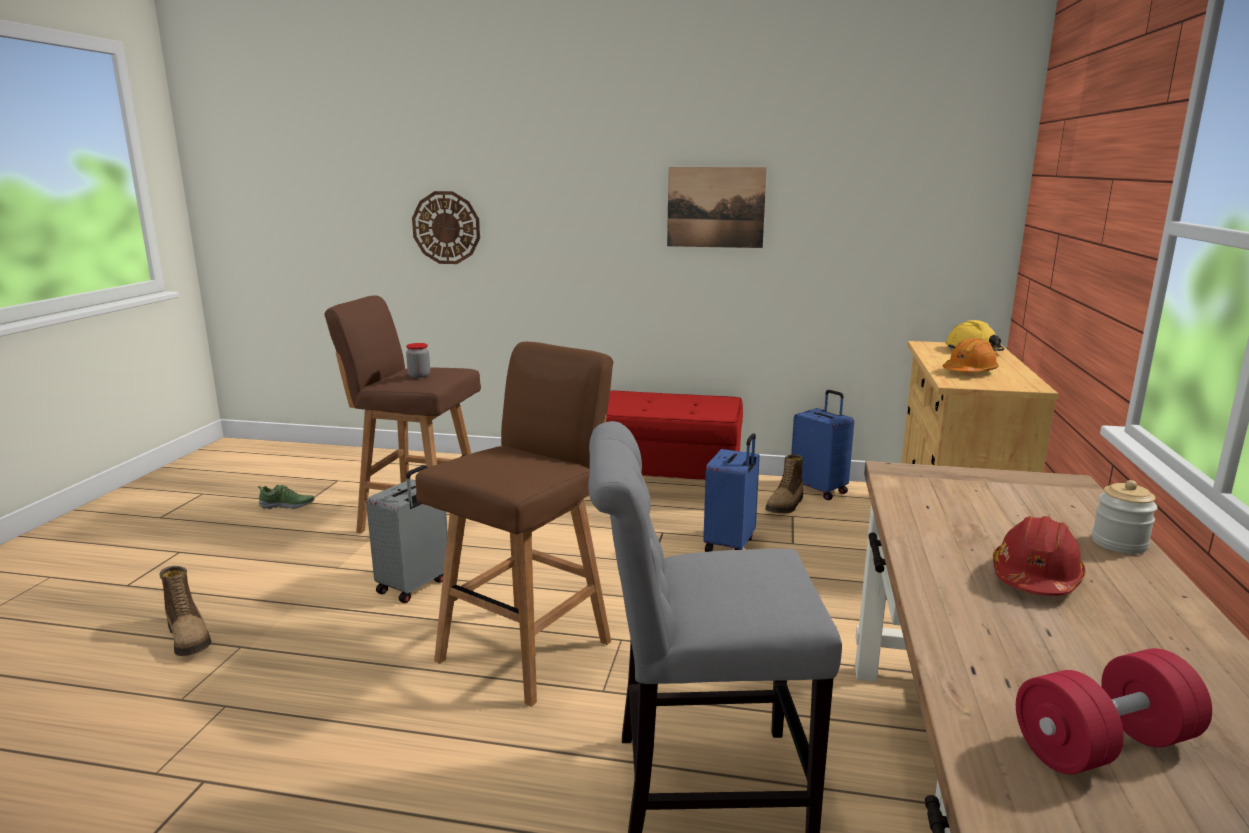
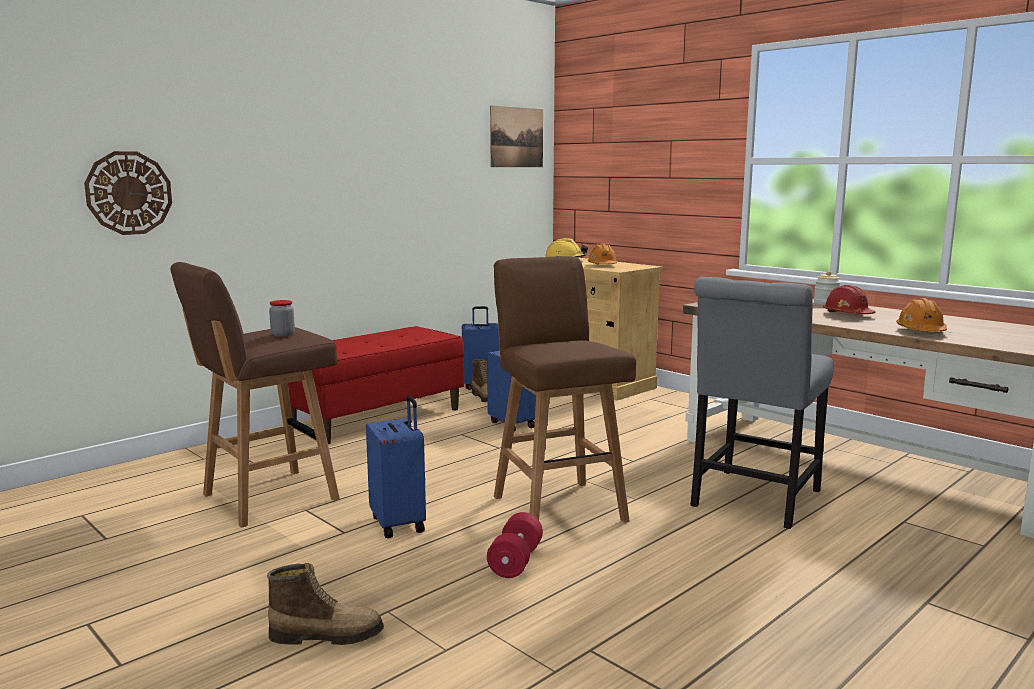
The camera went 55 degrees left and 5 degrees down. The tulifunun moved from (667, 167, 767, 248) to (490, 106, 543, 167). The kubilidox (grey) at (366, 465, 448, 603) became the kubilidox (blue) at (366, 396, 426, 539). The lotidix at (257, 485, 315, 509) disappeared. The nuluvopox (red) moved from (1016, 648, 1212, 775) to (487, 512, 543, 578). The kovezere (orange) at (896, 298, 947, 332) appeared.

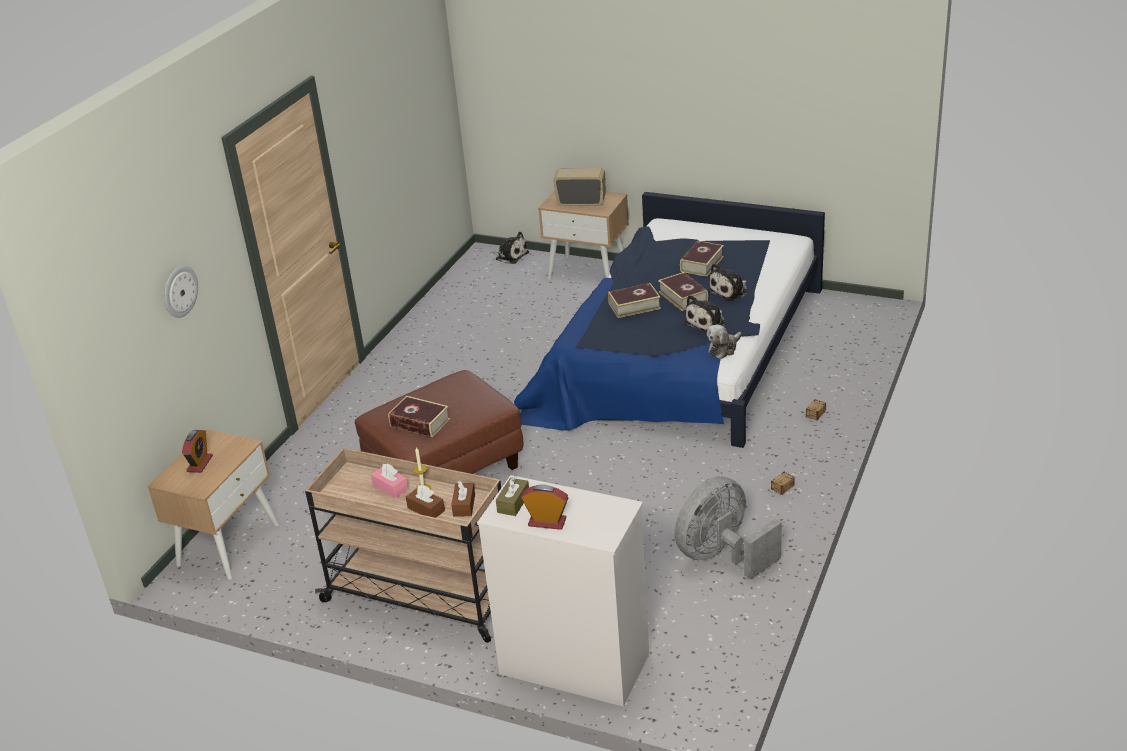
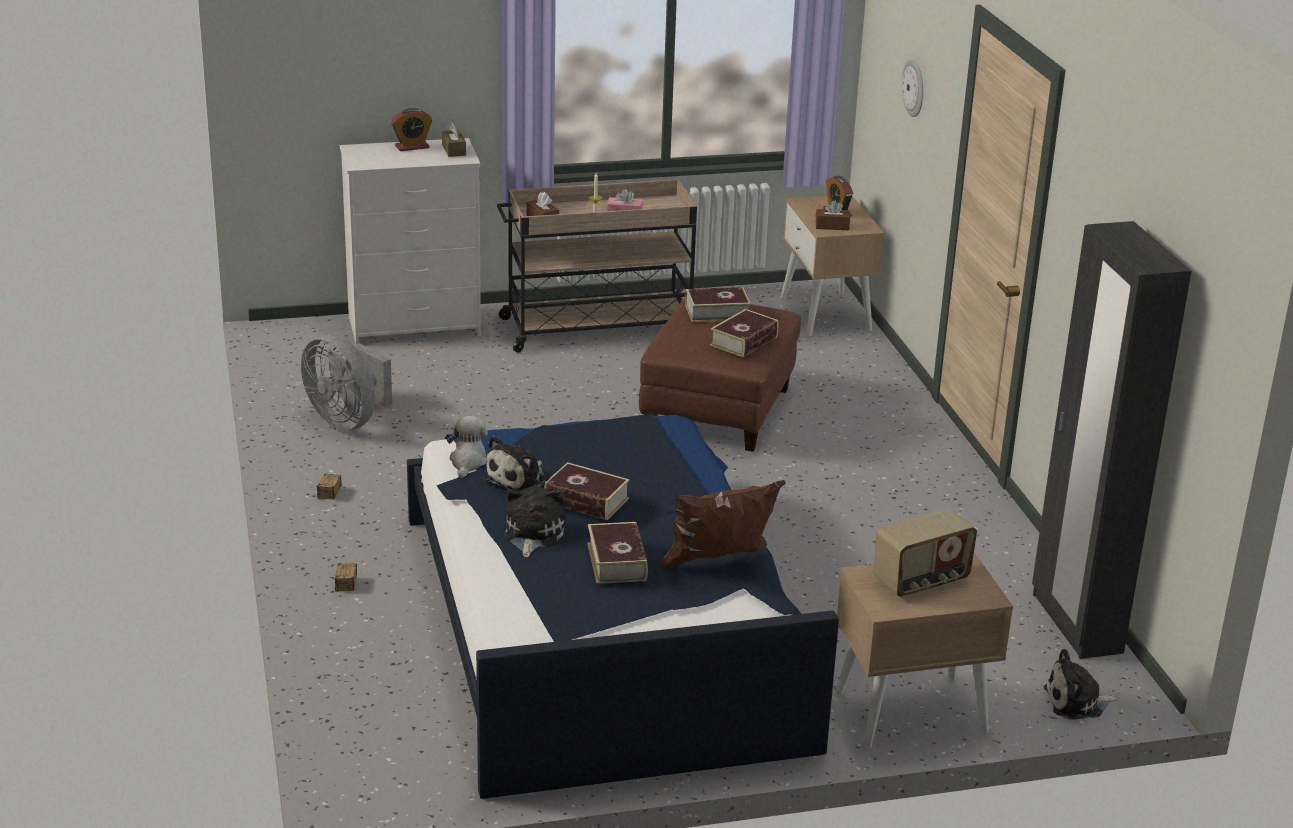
The camera went 140 degrees right and 5 degrees down. The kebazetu moved from (608, 283, 661, 318) to (710, 309, 778, 357). The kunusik at (684, 295, 726, 333) turned 150 degrees counterclockwise. The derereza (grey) at (675, 476, 782, 579) turned 120 degrees clockwise. The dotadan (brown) moved from (406, 485, 445, 518) to (816, 200, 850, 230). The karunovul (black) at (1032, 221, 1192, 659) appeared. The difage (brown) at (659, 480, 786, 568) appeared.

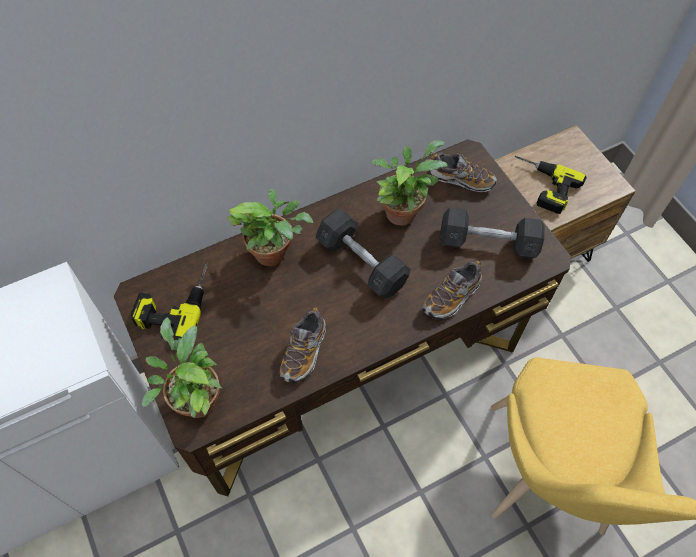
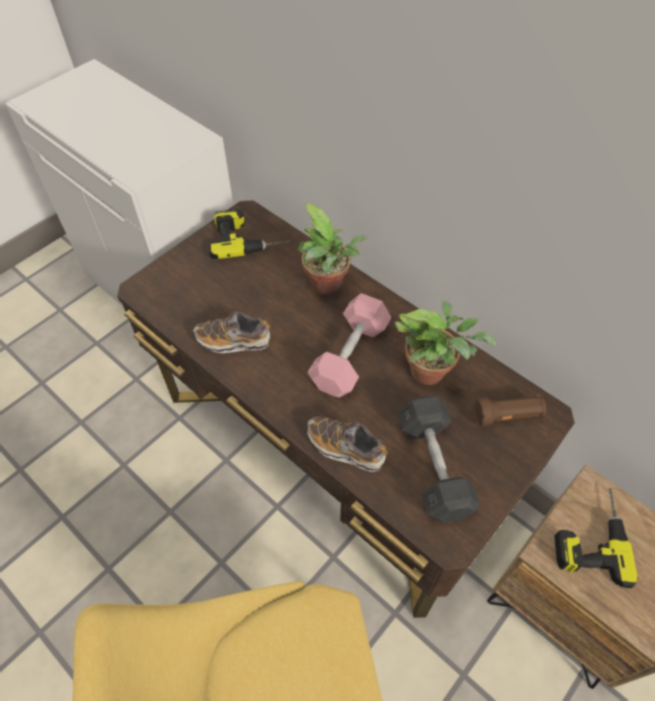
The camera went 70 degrees right and 5 degrees down. The lotidix at (430, 152, 497, 192) was replaced by the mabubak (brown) at (474, 394, 546, 426). The nuluvopox (grey) at (315, 209, 411, 298) became the nuluvopox (pink) at (307, 293, 392, 397). The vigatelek at (142, 317, 223, 418) disappeared.

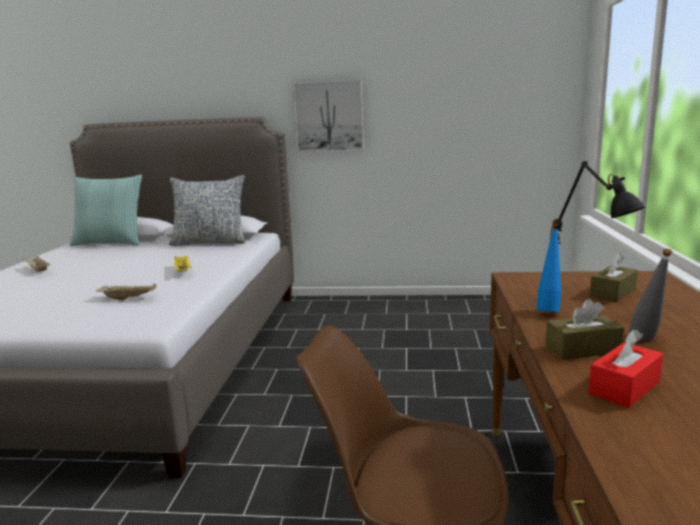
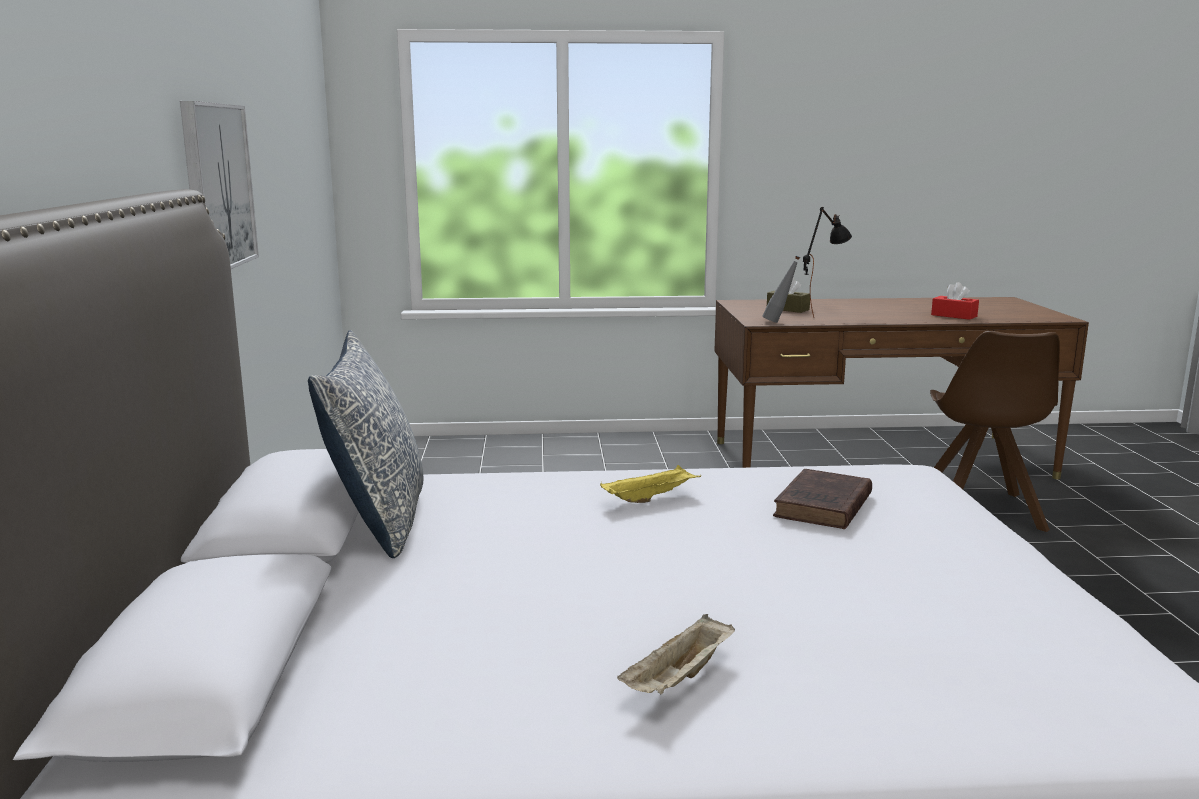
The camera went 100 degrees left and 0 degrees up. The difage at (70, 175, 142, 246) disappeared. The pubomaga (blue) at (537, 222, 561, 312) disappeared. The pubomaga (grey) moved from (629, 249, 672, 341) to (762, 256, 800, 323). The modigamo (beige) at (96, 283, 156, 300) was replaced by the kebazetu (brown) at (773, 469, 872, 529). The dotadan (brown) at (545, 299, 624, 360) disappeared.

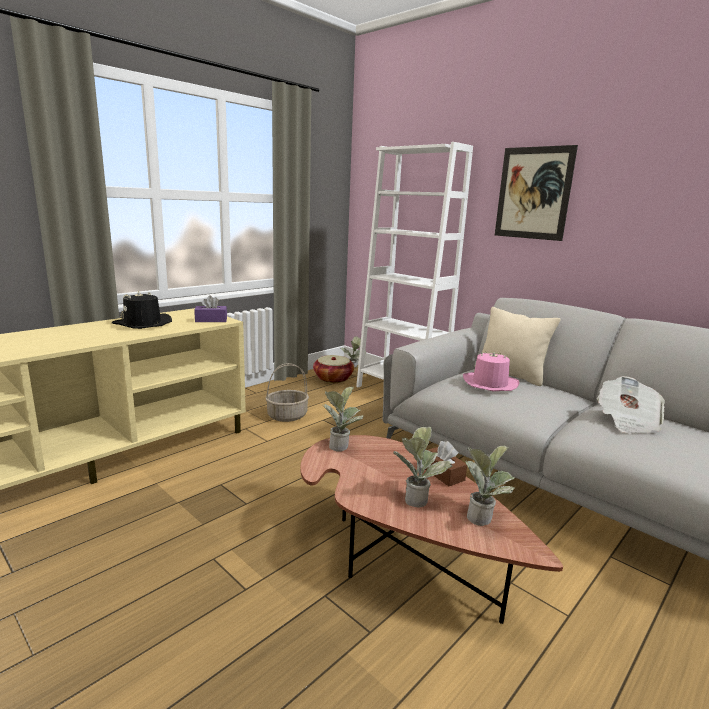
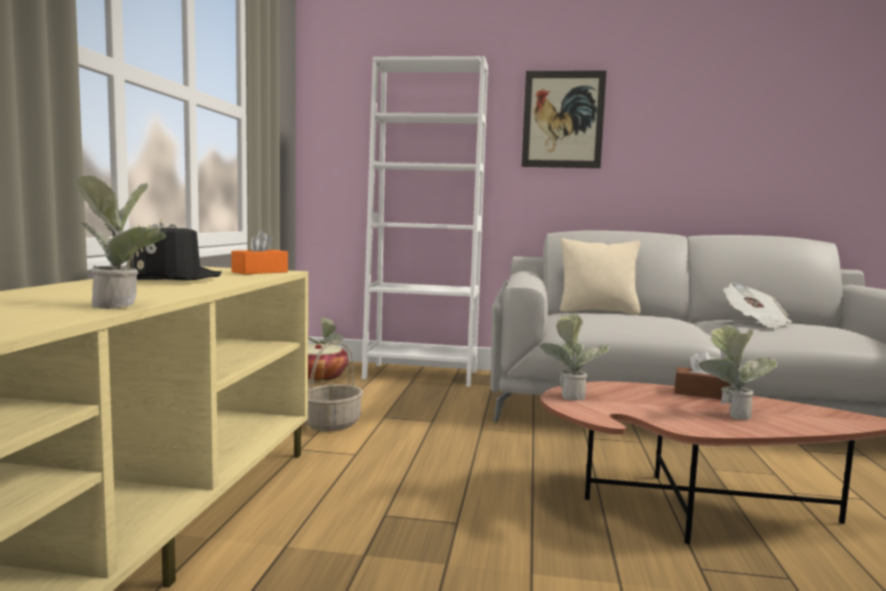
The camera went 35 degrees left and 10 degrees down. The dotadan (purple) at (194, 295, 227, 322) became the dotadan (orange) at (231, 231, 288, 274). The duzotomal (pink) at (463, 351, 520, 391) disappeared. The vigatelek moved from (466, 445, 515, 526) to (74, 175, 166, 309).

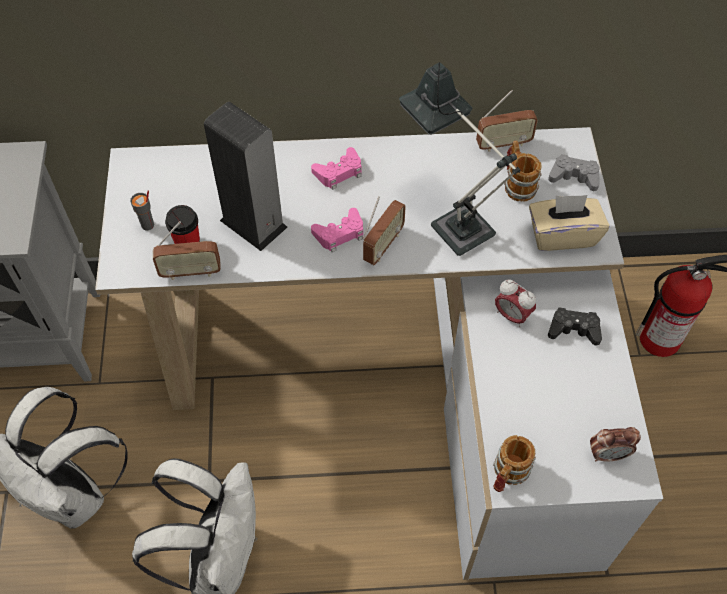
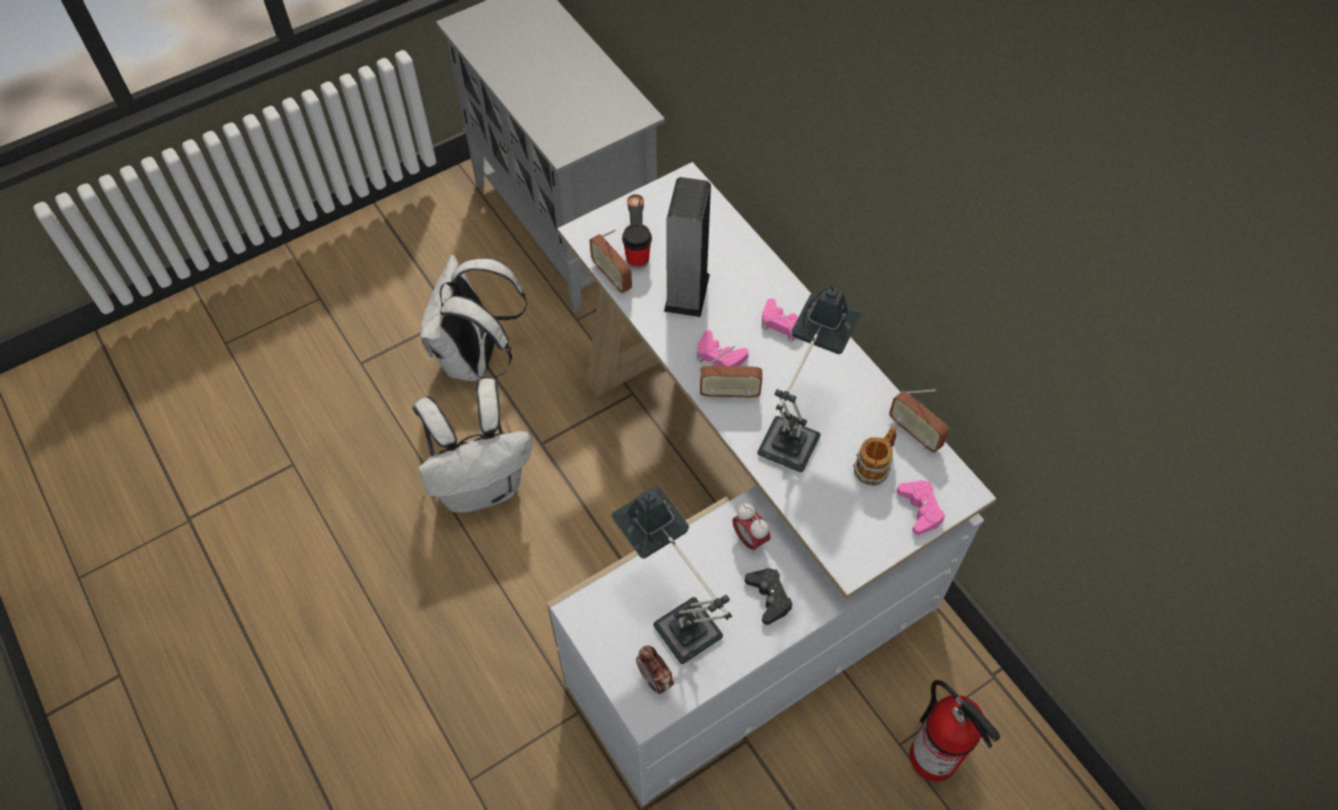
The camera went 60 degrees right and 0 degrees up. The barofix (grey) at (548, 154, 600, 191) became the barofix (pink) at (897, 480, 945, 535). The dotadan (beige) at (529, 195, 610, 251) disappeared. The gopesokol at (495, 280, 536, 328) turned 45 degrees counterclockwise. The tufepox at (493, 435, 536, 492) disappeared. The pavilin at (611, 487, 732, 664) appeared.

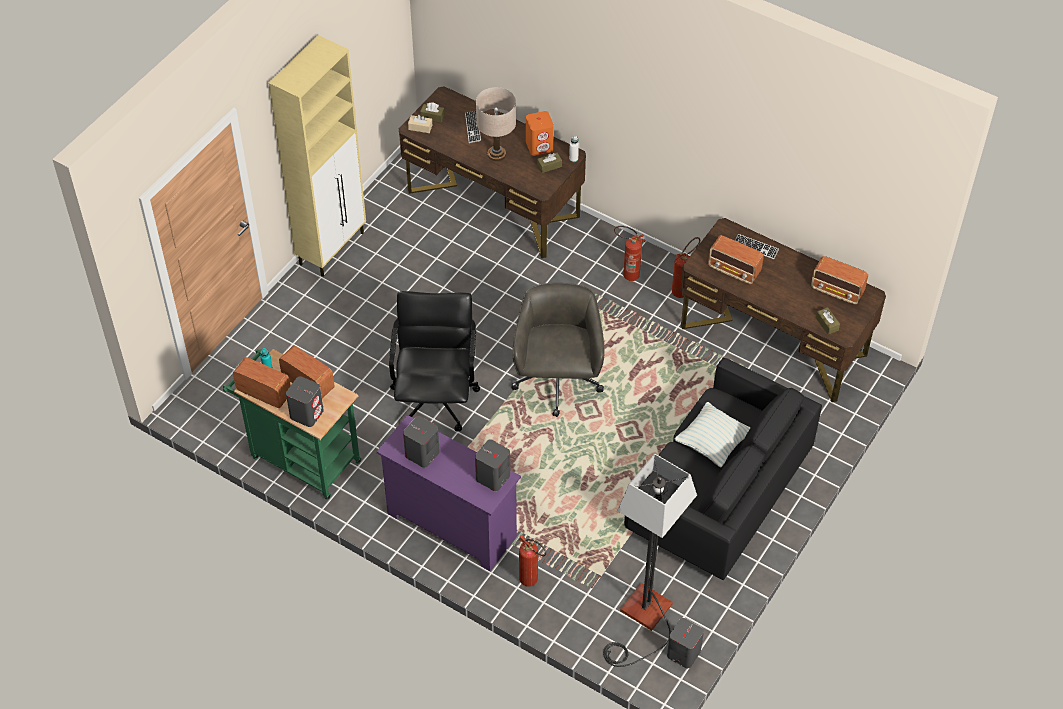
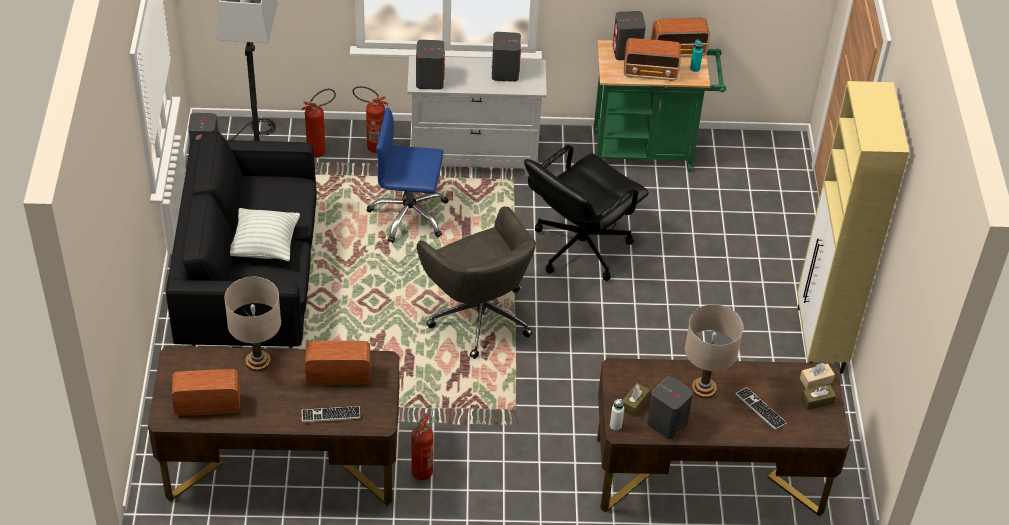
The camera went 145 degrees right and 5 degrees down. The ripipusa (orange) at (526, 111, 554, 156) became the ripipusa (grey) at (647, 376, 693, 439). The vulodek moved from (614, 226, 646, 281) to (301, 89, 336, 158). The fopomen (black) at (389, 291, 480, 432) turned 75 degrees clockwise. The dotadan (brown) at (816, 307, 840, 334) disappeared. The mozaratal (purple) at (376, 415, 521, 571) became the mozaratal (white) at (407, 56, 547, 176). The fopomen (blue) at (367, 108, 449, 243) appeared. The pavilin (beige) at (224, 277, 281, 372) appeared.

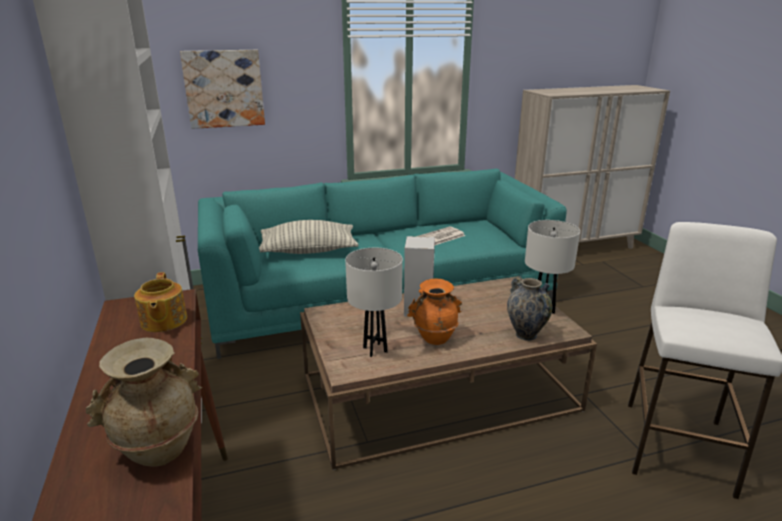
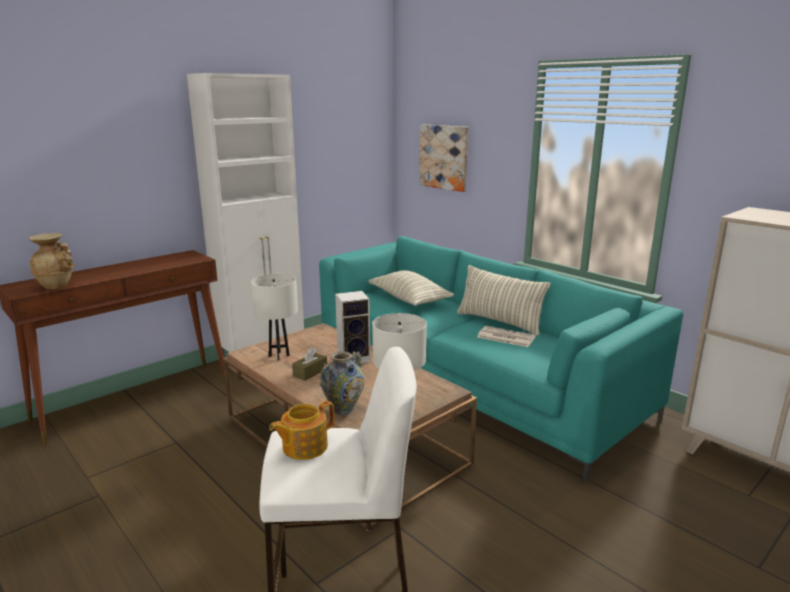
The camera went 65 degrees right and 5 degrees down. The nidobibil moved from (134, 272, 187, 332) to (269, 401, 334, 460). The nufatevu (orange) at (407, 279, 462, 345) was replaced by the dotadan (brown) at (292, 348, 327, 381). The difage at (457, 265, 551, 336) appeared.

